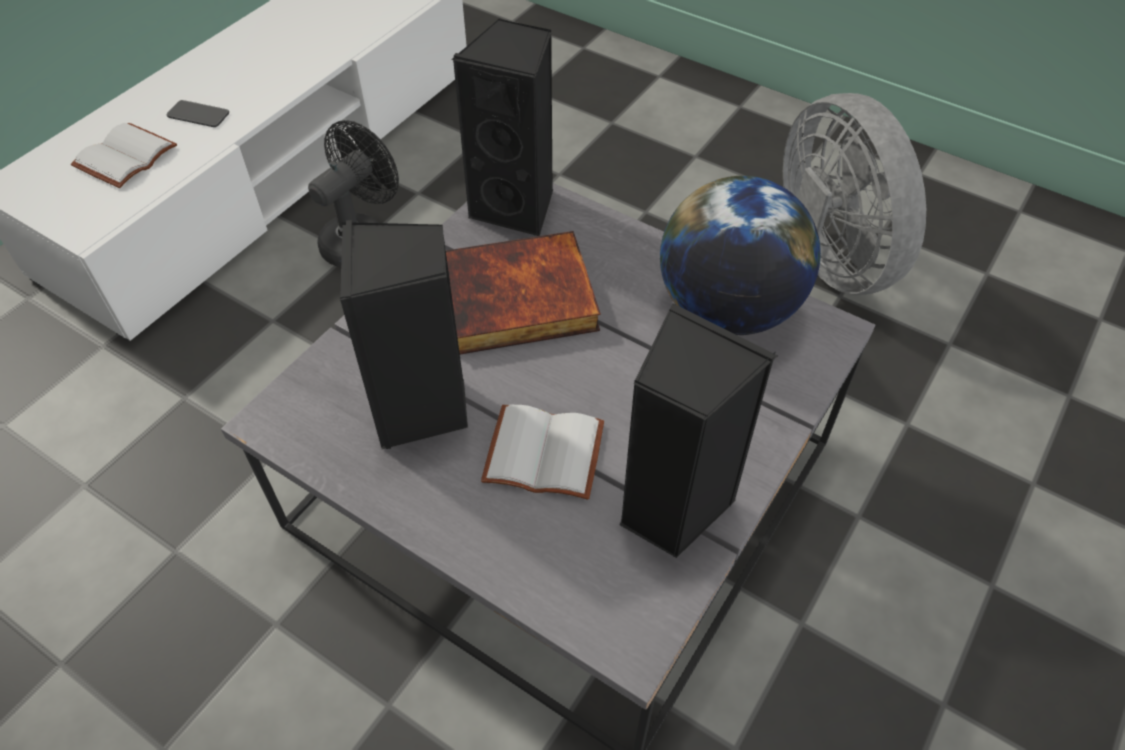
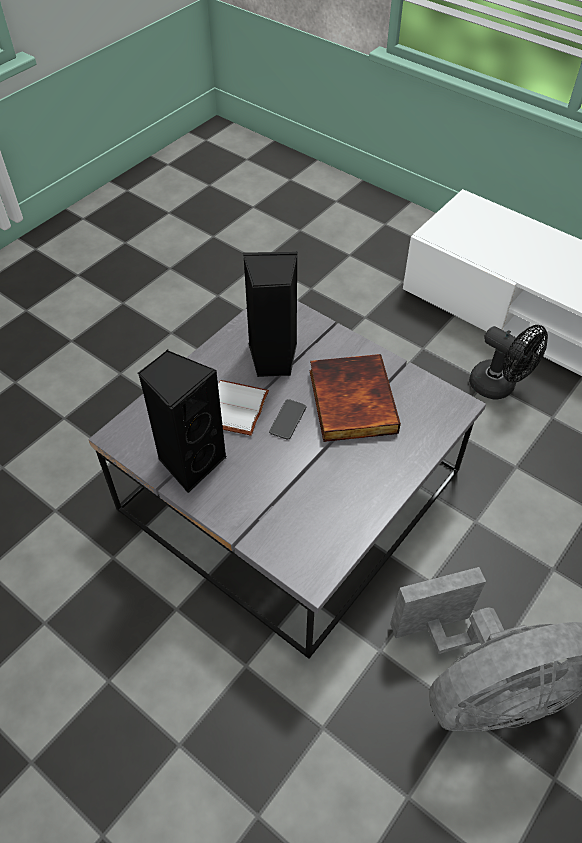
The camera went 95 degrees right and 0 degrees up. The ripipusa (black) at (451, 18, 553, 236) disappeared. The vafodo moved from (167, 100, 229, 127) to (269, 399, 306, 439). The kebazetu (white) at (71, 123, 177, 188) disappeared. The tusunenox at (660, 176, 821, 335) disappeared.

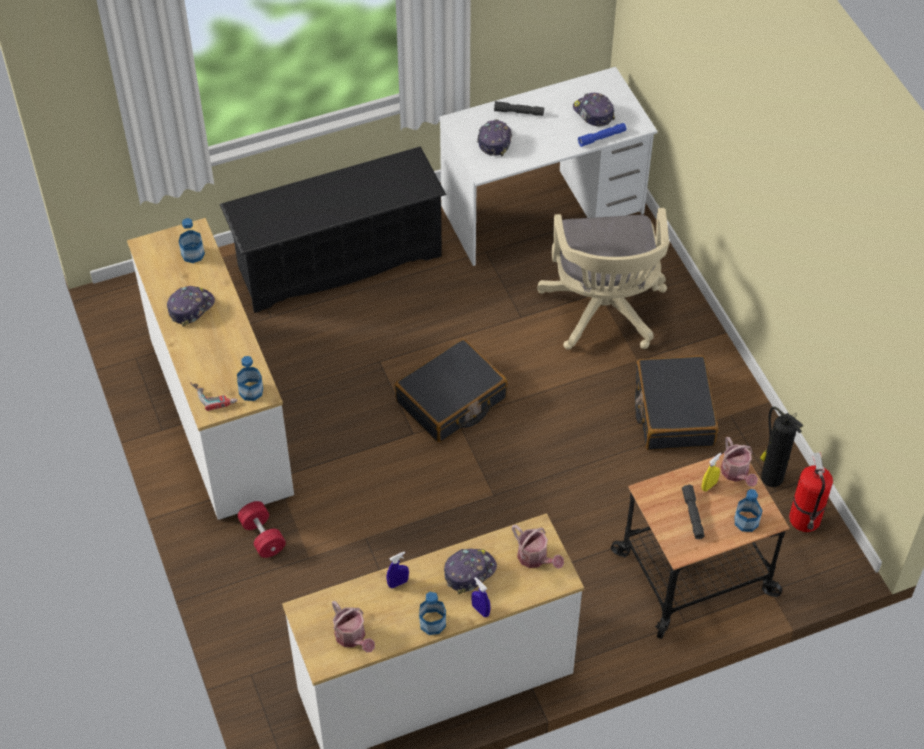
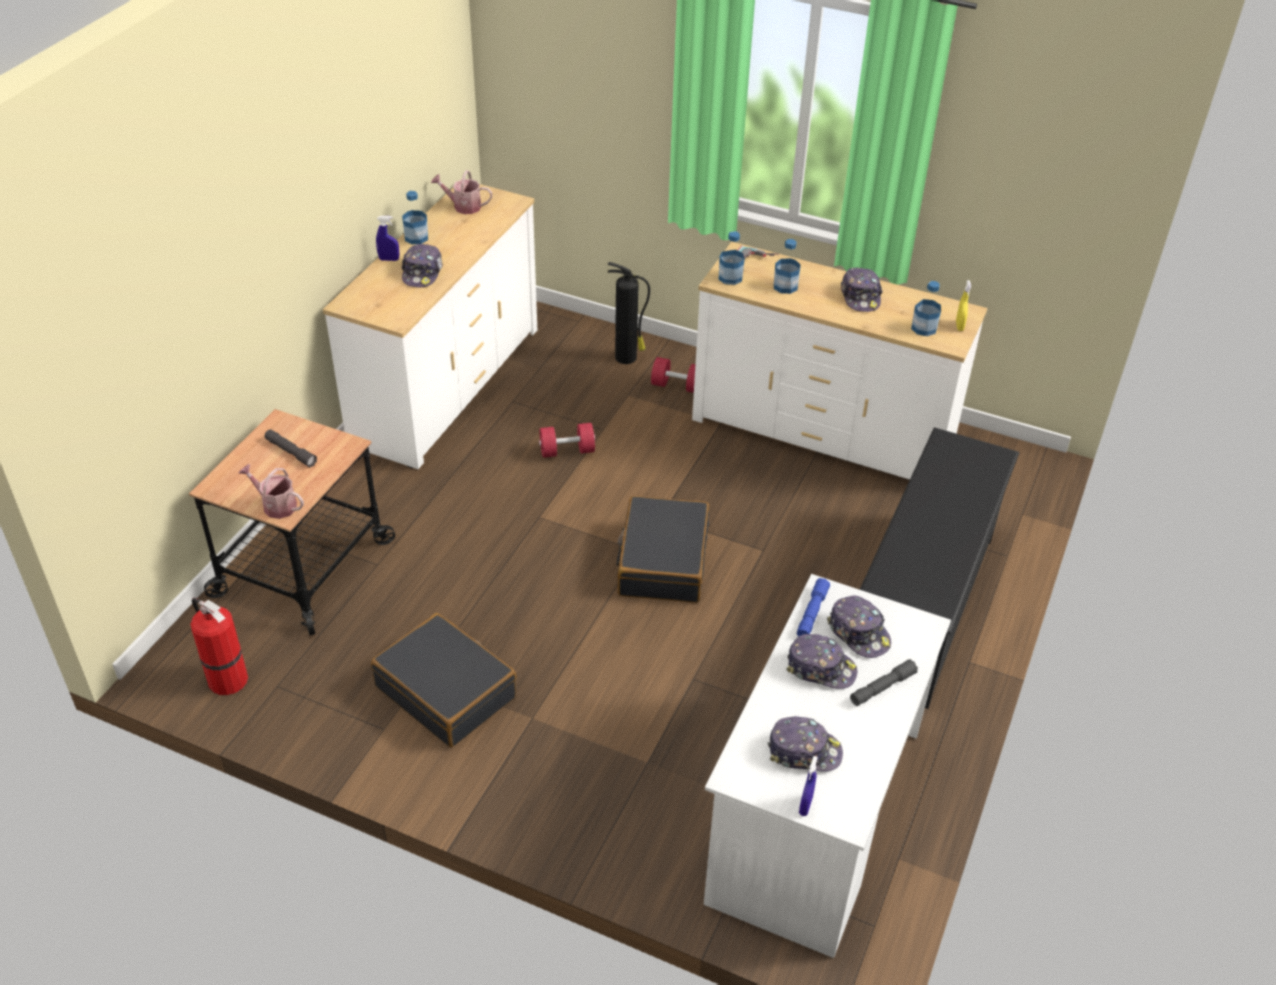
The camera went 135 degrees right and 10 degrees down. The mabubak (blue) moved from (578, 123, 626, 147) to (797, 578, 830, 636). The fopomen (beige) at (537, 208, 670, 350) disappeared. The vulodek moved from (760, 407, 803, 487) to (608, 262, 650, 364). The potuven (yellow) moved from (702, 453, 721, 491) to (956, 280, 971, 331). The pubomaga moved from (734, 489, 763, 532) to (774, 239, 801, 294). The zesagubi at (512, 525, 564, 569) disappeared. The potuven (blue) moved from (387, 552, 409, 588) to (799, 756, 818, 816). The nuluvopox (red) at (539, 423, 595, 458) appeared. The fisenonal at (786, 634, 857, 689) appeared.

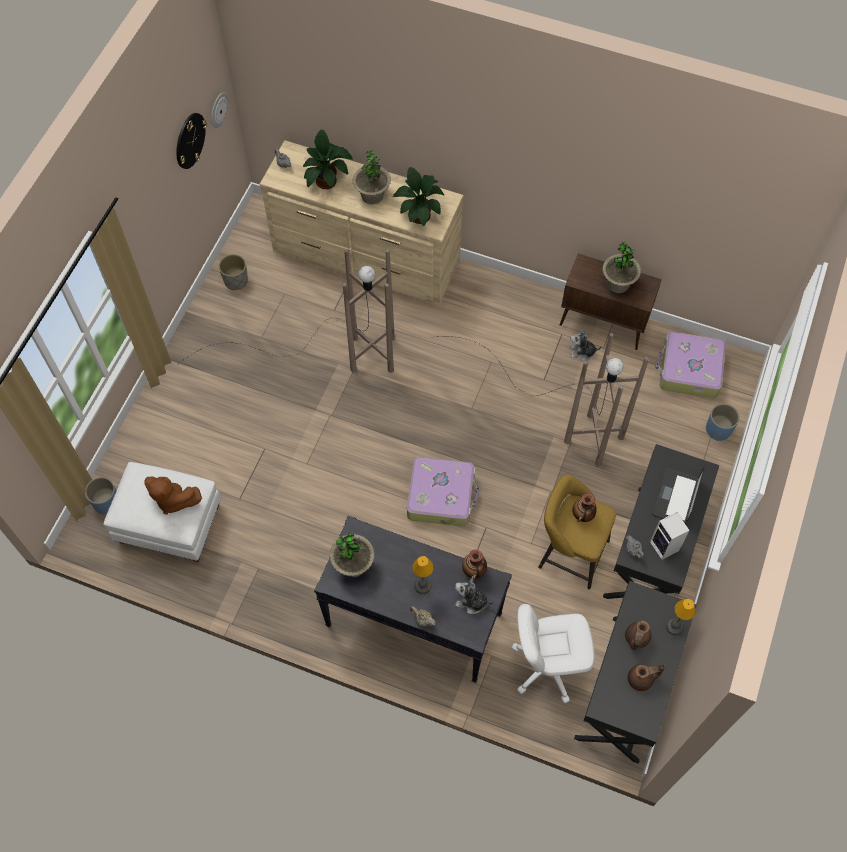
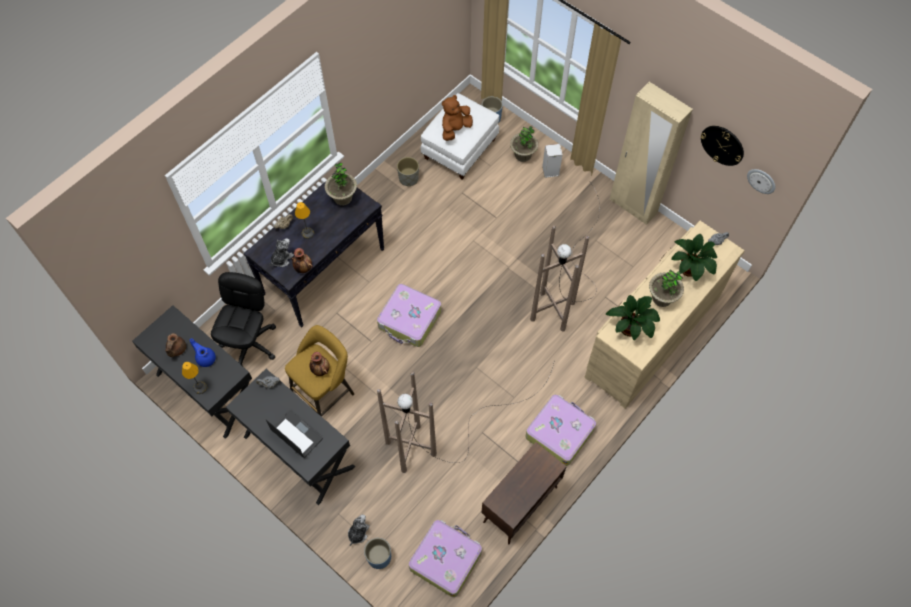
The camera went 110 degrees right and 0 degrees up. The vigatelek moved from (602, 242, 641, 293) to (510, 126, 539, 162). The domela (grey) moved from (219, 254, 248, 290) to (397, 157, 419, 186). The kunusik moved from (570, 327, 602, 361) to (348, 514, 370, 546). The ripipusa moved from (650, 512, 690, 560) to (542, 144, 562, 178). The fopomen (white) at (511, 604, 595, 703) became the fopomen (black) at (211, 272, 276, 366). The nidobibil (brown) at (625, 620, 651, 650) became the nidobibil (blue) at (190, 338, 216, 367). The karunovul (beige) at (610, 82, 693, 225) appeared. The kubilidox at (526, 395, 596, 466) appeared.

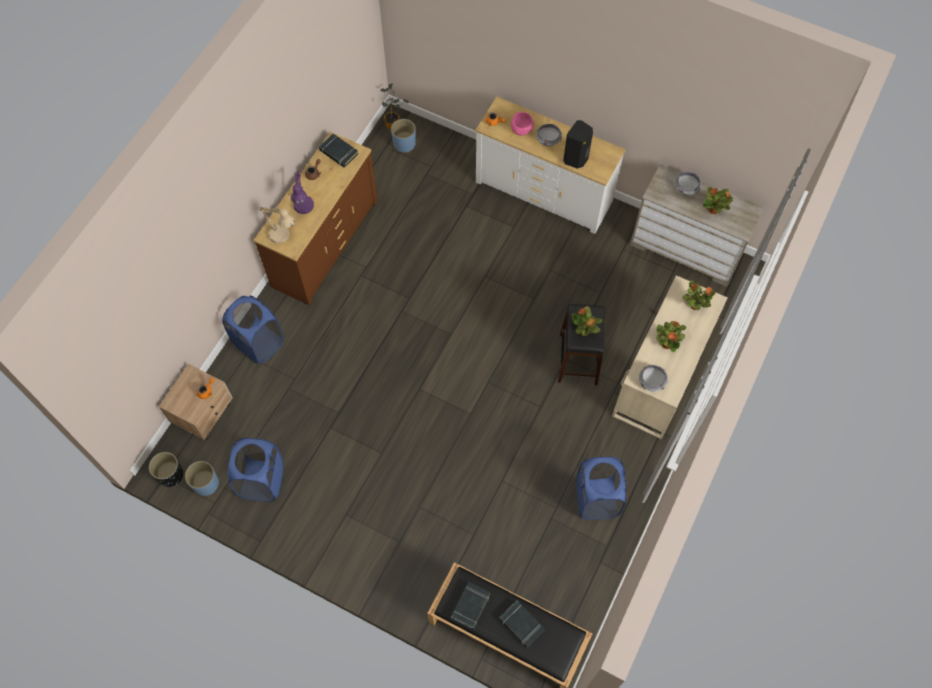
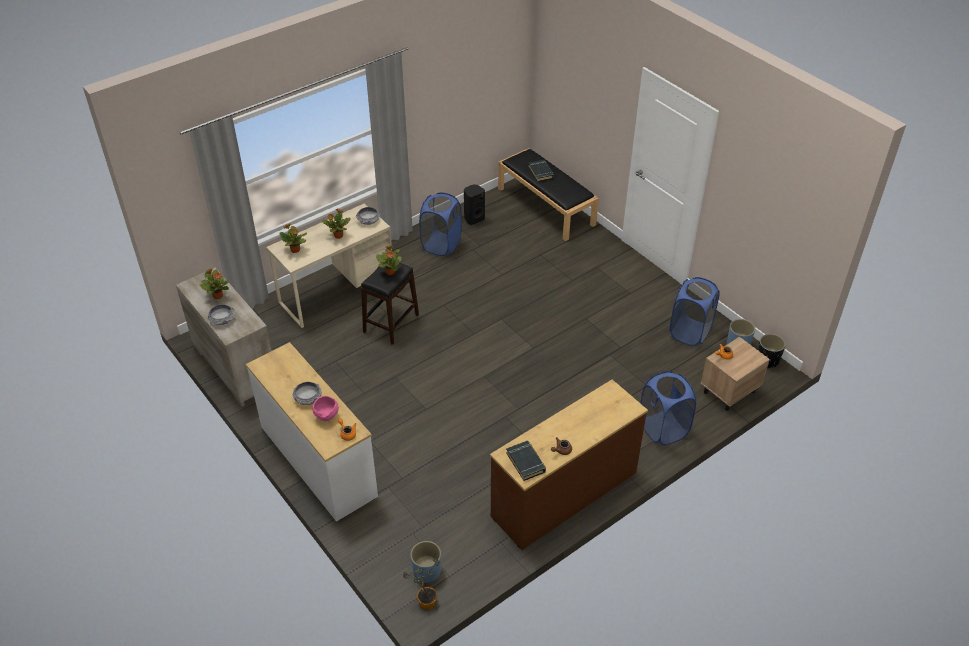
The camera went 155 degrees left and 20 degrees down. The ripipusa (black) moved from (563, 120, 593, 169) to (464, 185, 485, 225). The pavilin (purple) at (291, 170, 314, 214) disappeared. The pavilin (beige) at (259, 207, 295, 244) disappeared. The kebazetu (black) at (451, 582, 490, 629) disappeared.

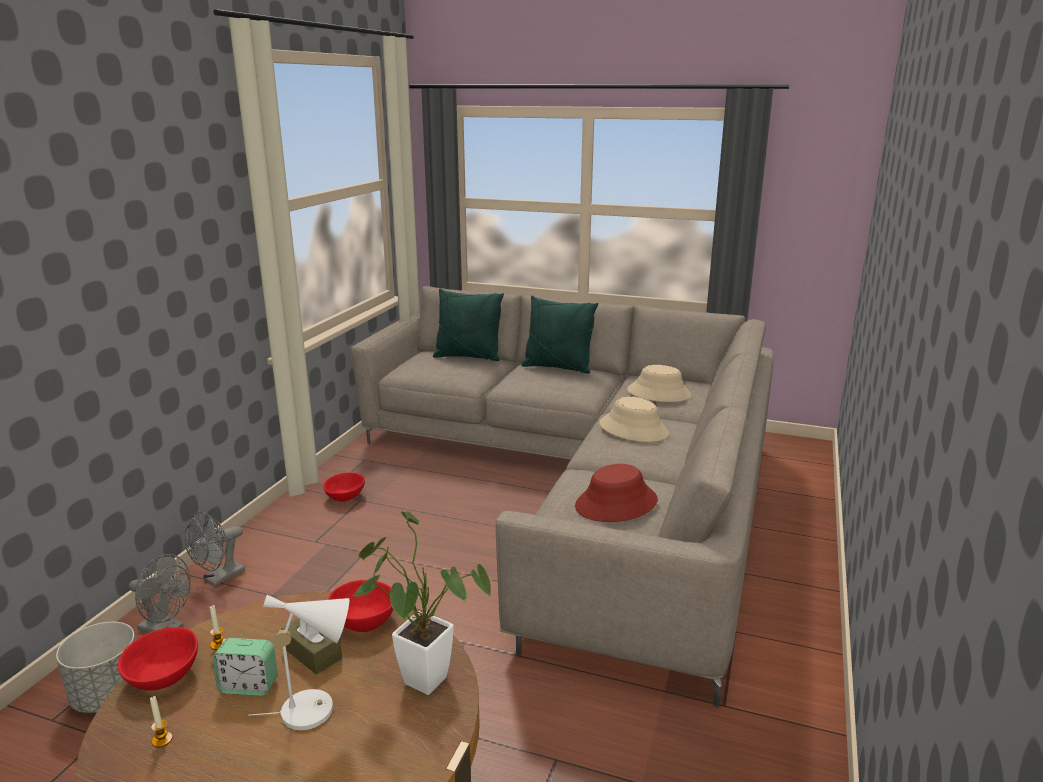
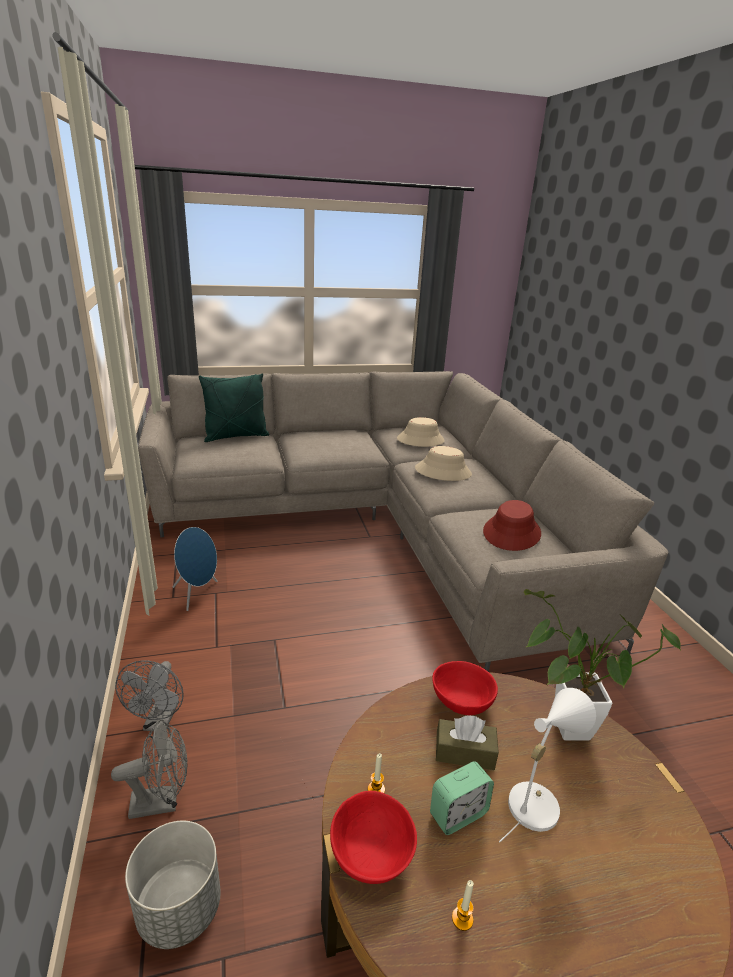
The camera went 35 degrees left and 5 degrees up. The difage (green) at (521, 296, 598, 374) disappeared. The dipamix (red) at (323, 473, 365, 501) was replaced by the ripipusa (blue) at (173, 527, 217, 611).

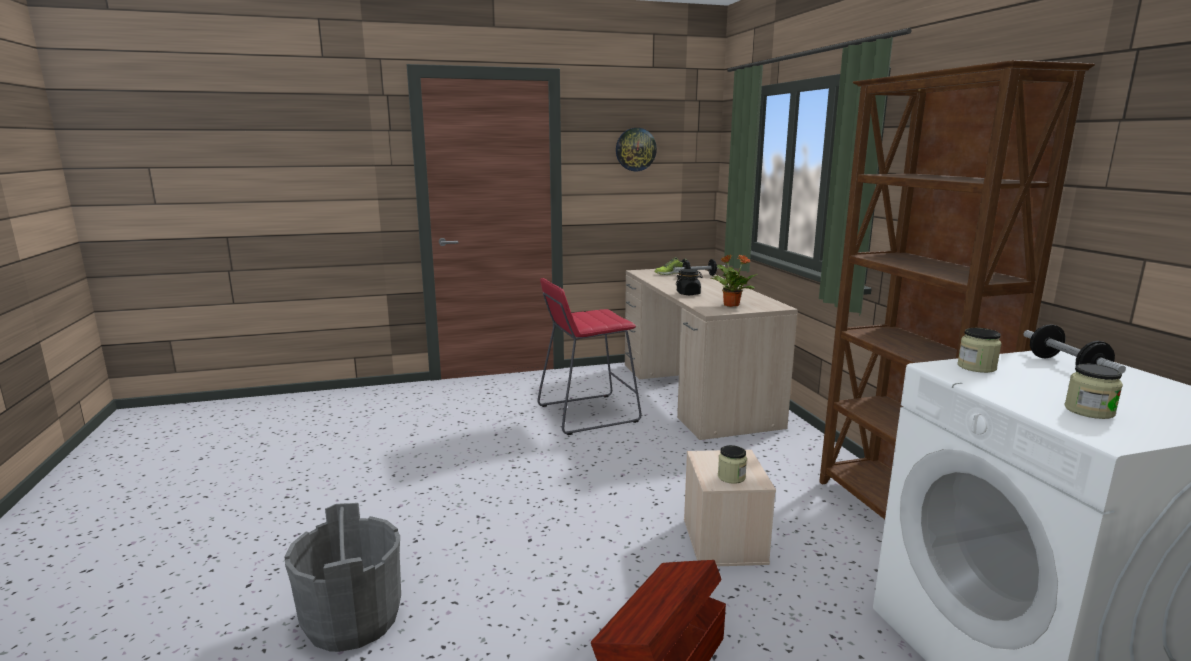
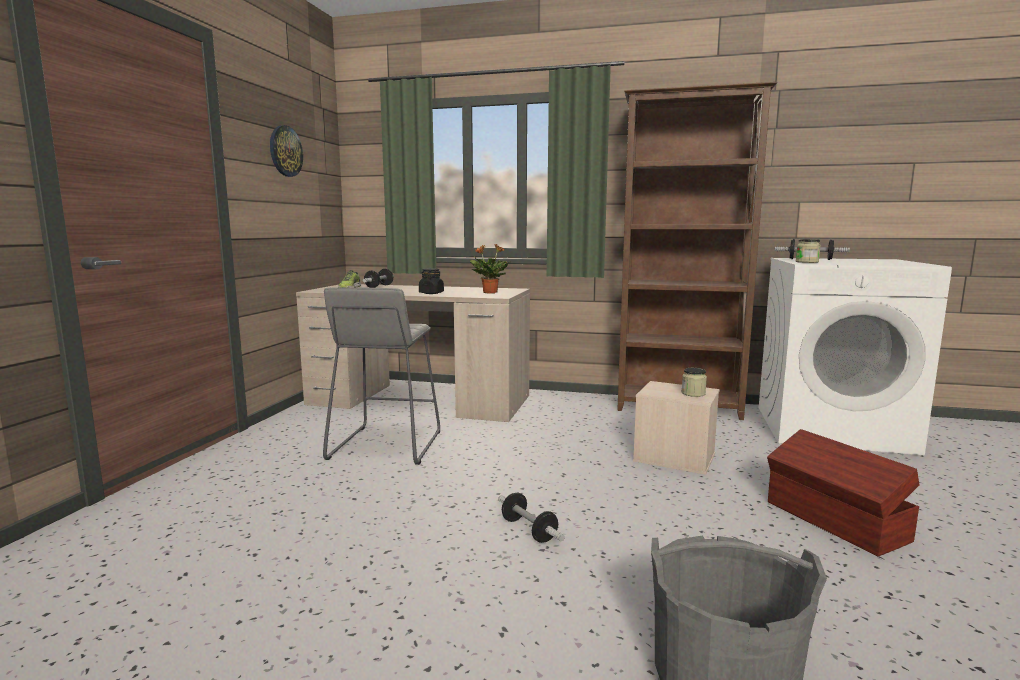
The camera went 60 degrees left and 5 degrees down. The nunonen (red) at (538, 278, 642, 435) became the nunonen (grey) at (323, 287, 440, 465). The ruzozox at (1064, 363, 1123, 419) disappeared. The nuluvopox at (498, 493, 565, 543) appeared.

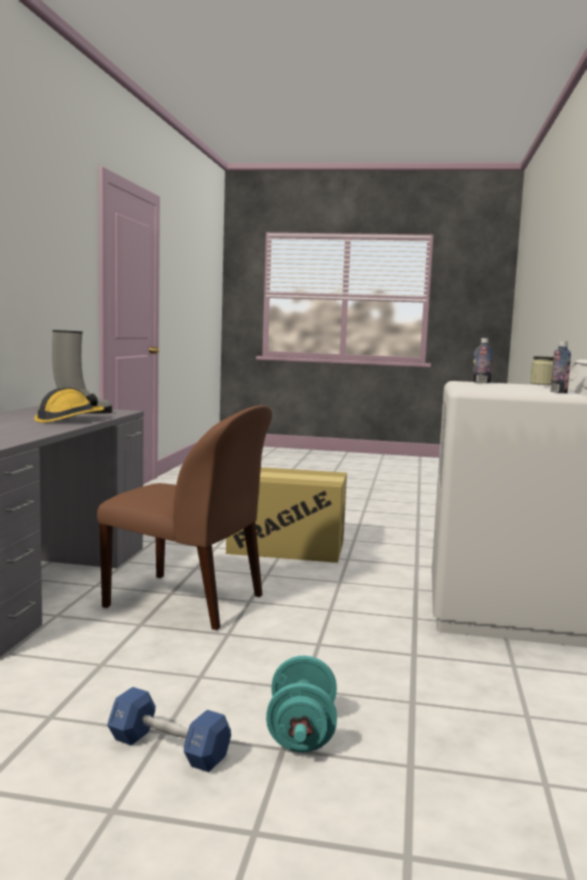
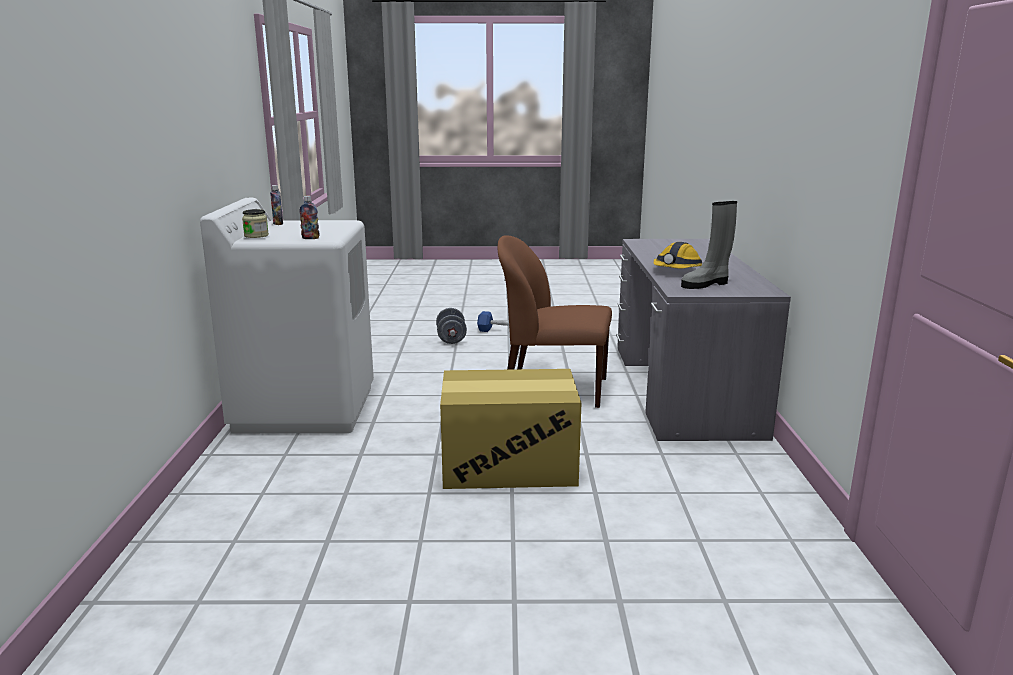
The camera went 170 degrees right and 10 degrees up. The nuluvopox (turquoise) at (266, 656, 337, 752) became the nuluvopox (grey) at (436, 308, 467, 344).

